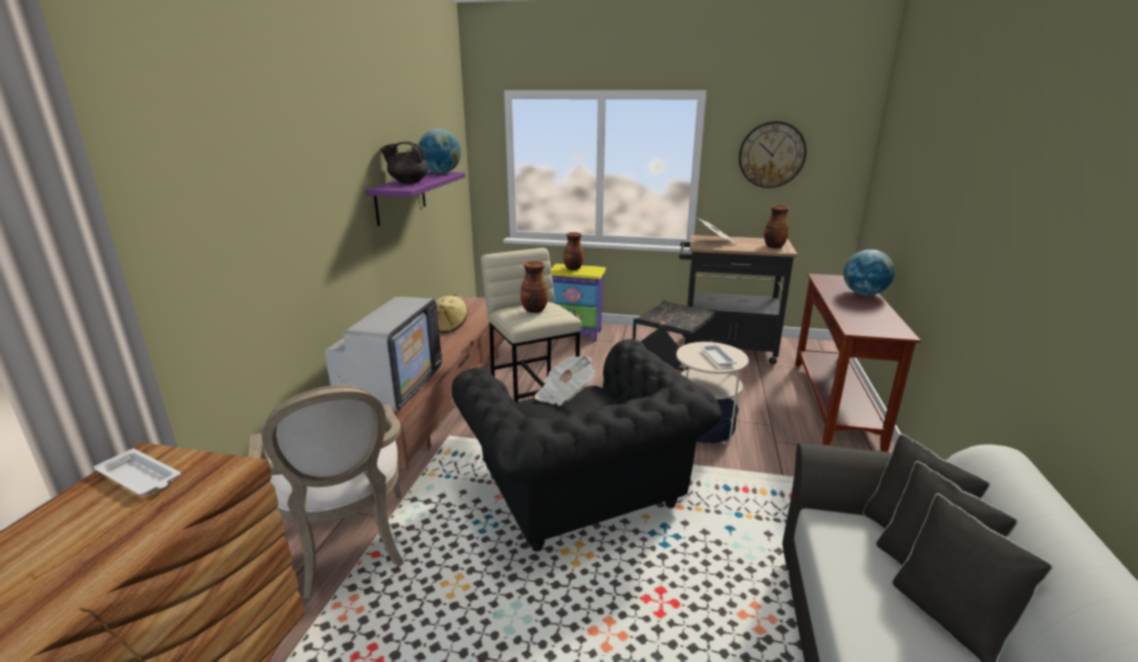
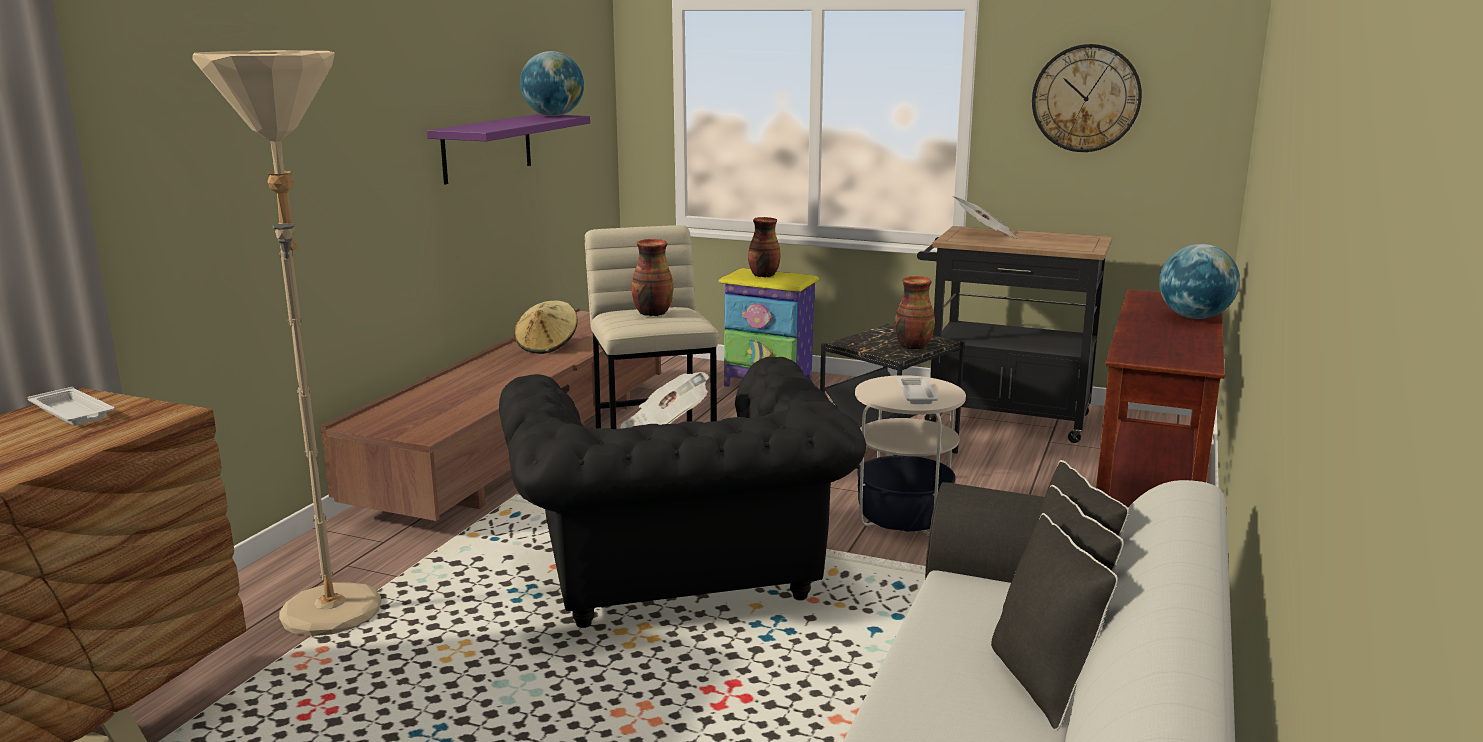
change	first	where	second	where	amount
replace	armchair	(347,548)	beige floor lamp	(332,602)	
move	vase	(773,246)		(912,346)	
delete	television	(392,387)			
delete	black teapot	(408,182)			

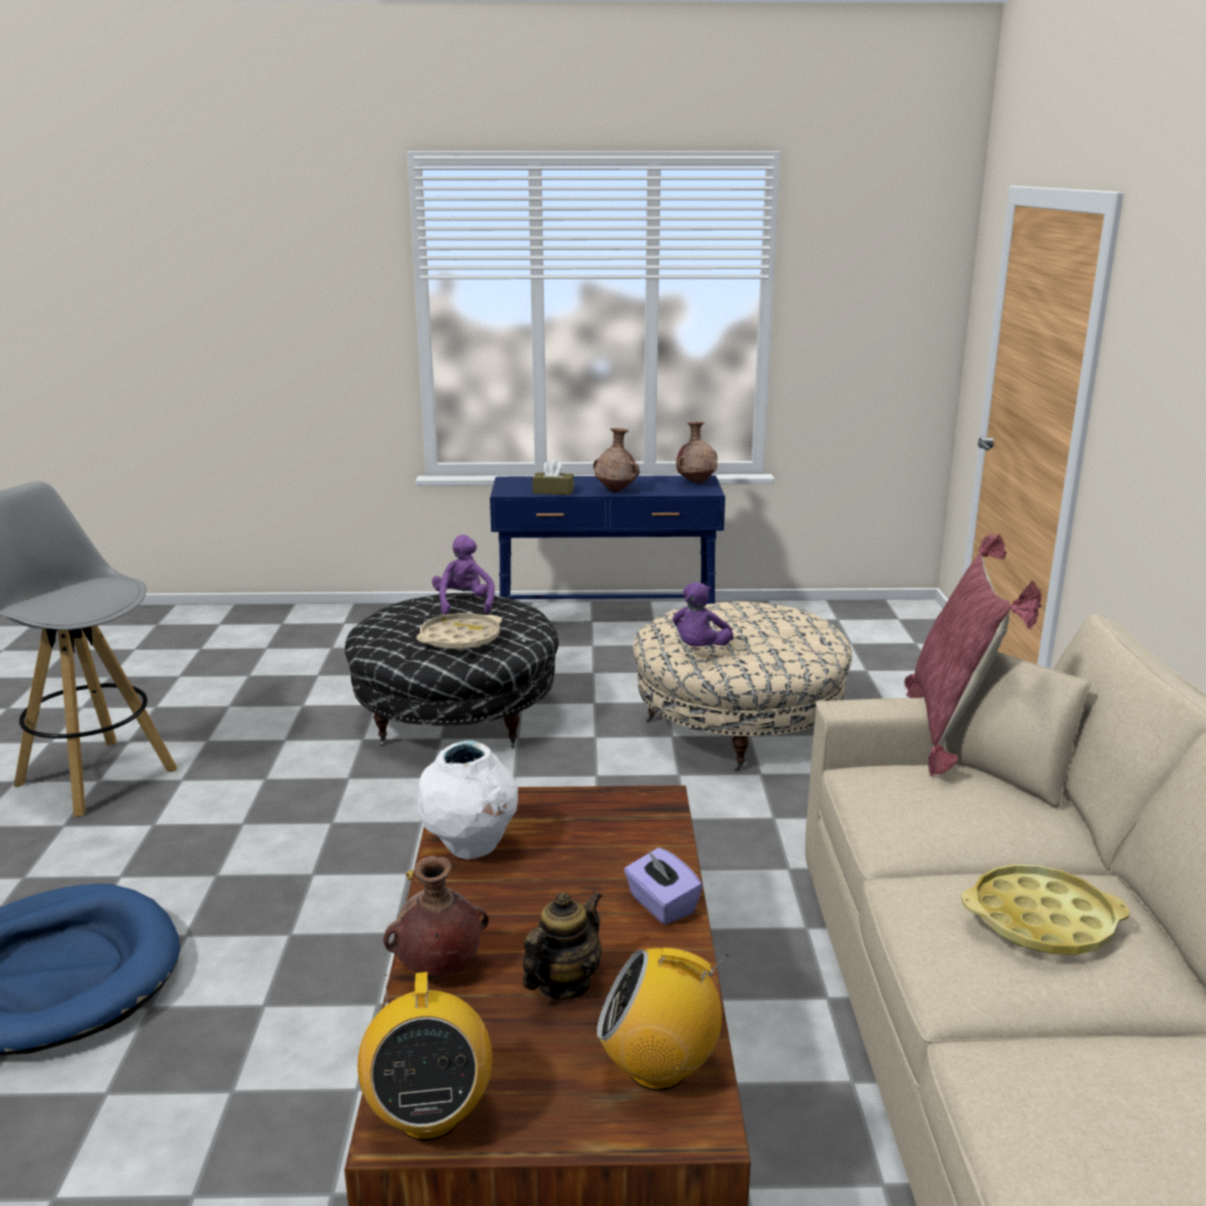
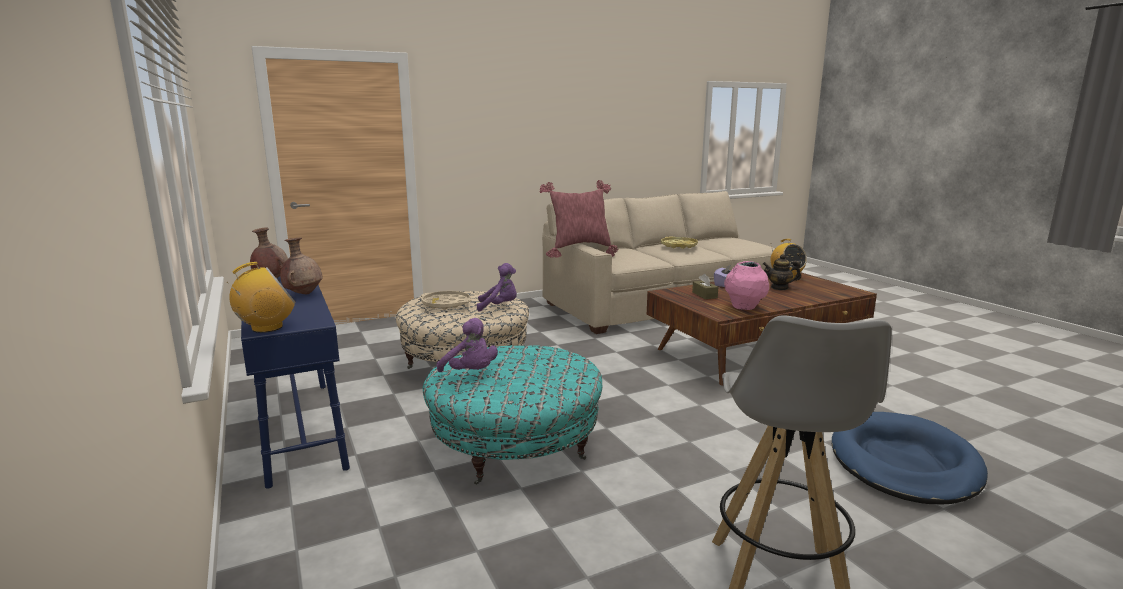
change	first	where	second	where	amount
move	radio	(429,1115)		(266,328)	
move	beige tray	(460,639)		(446,304)	
recolor	black ottoman	(456,716)	turquoise ottoman	(515,445)	
rotate	purple plush toy	(464,604)		(471,373)	105 degrees counterclockwise
move	brown tissue box	(553,491)		(704,295)	
recolor	white vase	(471,848)	pink vase	(744,308)	
delete	brown vase	(438,968)			

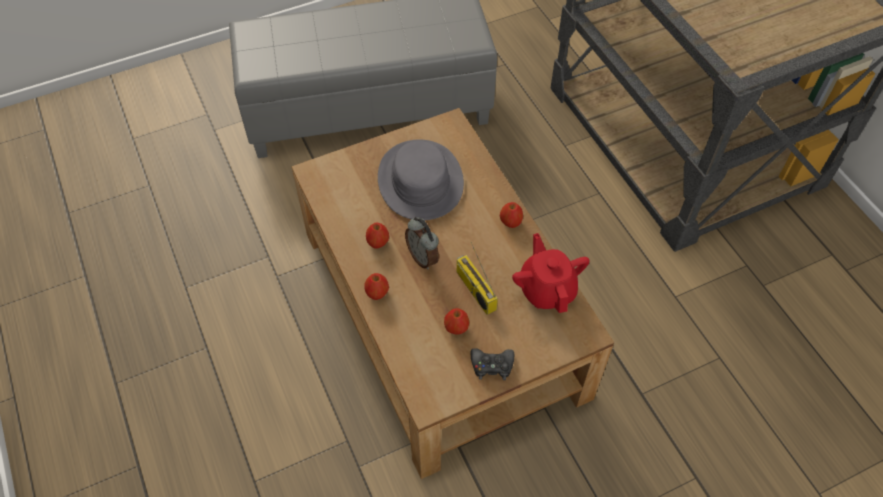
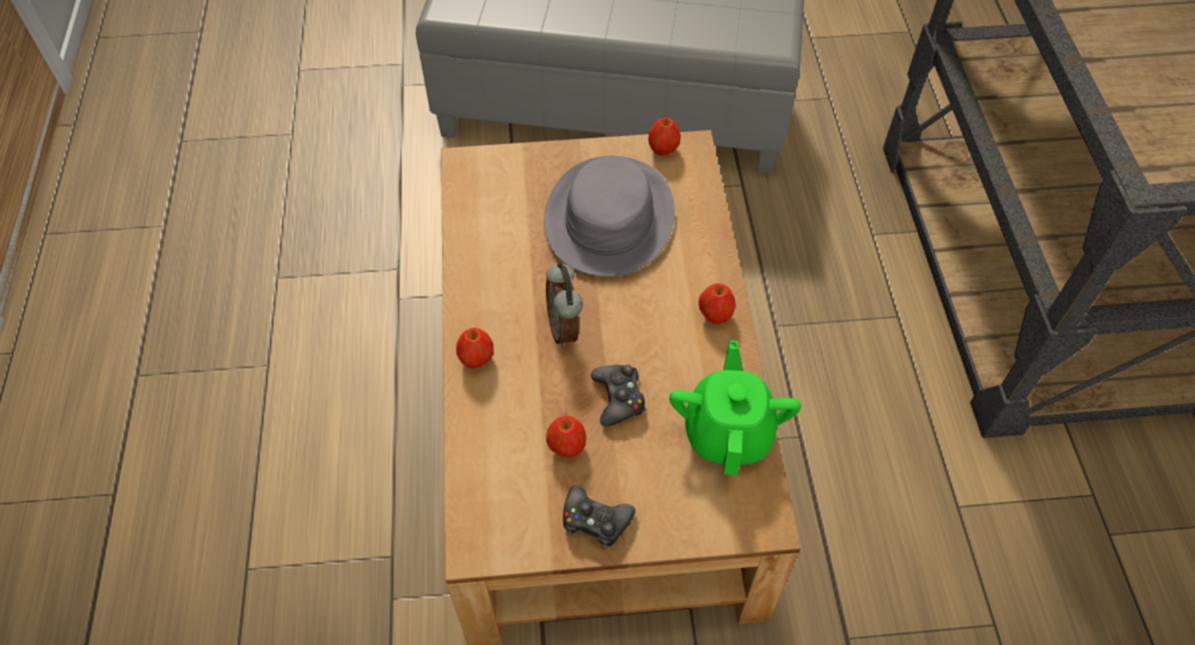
change	first	where	second	where	amount
replace	radio	(474,290)	black game controller	(618,398)	
move	apple	(378,243)		(663,150)	
recolor	red teapot	(547,289)	green teapot	(728,432)	

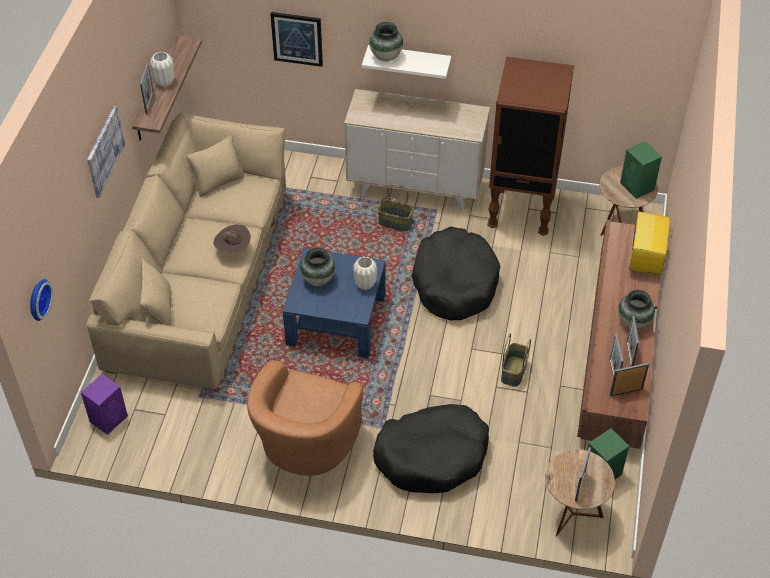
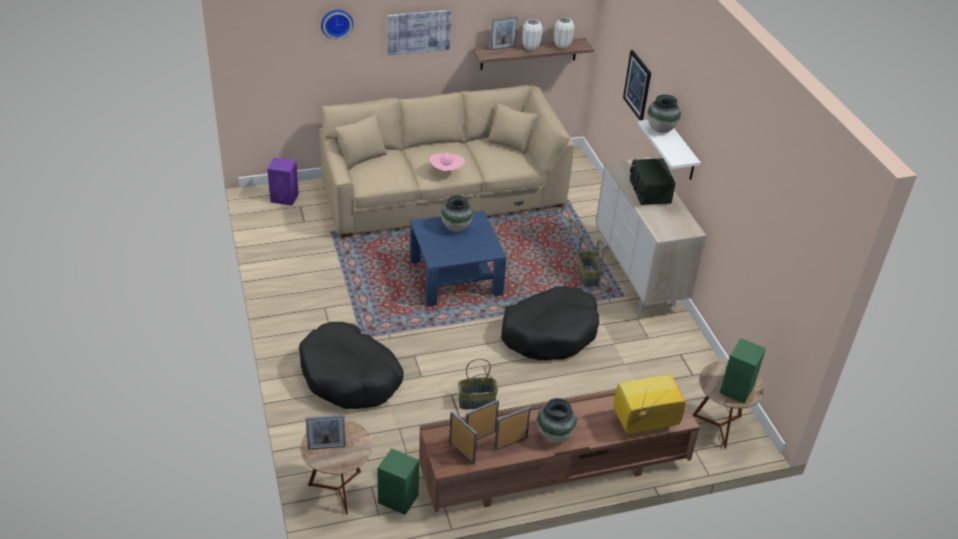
change	first	where	second	where	amount
move	wall clock	(37,299)		(336,23)	
recolor	brown hat	(233,249)	pink hat	(446,172)	
move	white vase	(365,284)		(562,45)	
insert			radio	(649,191)	
delete	brown armchair	(306,445)			
delete	brown cabinet	(521,211)			

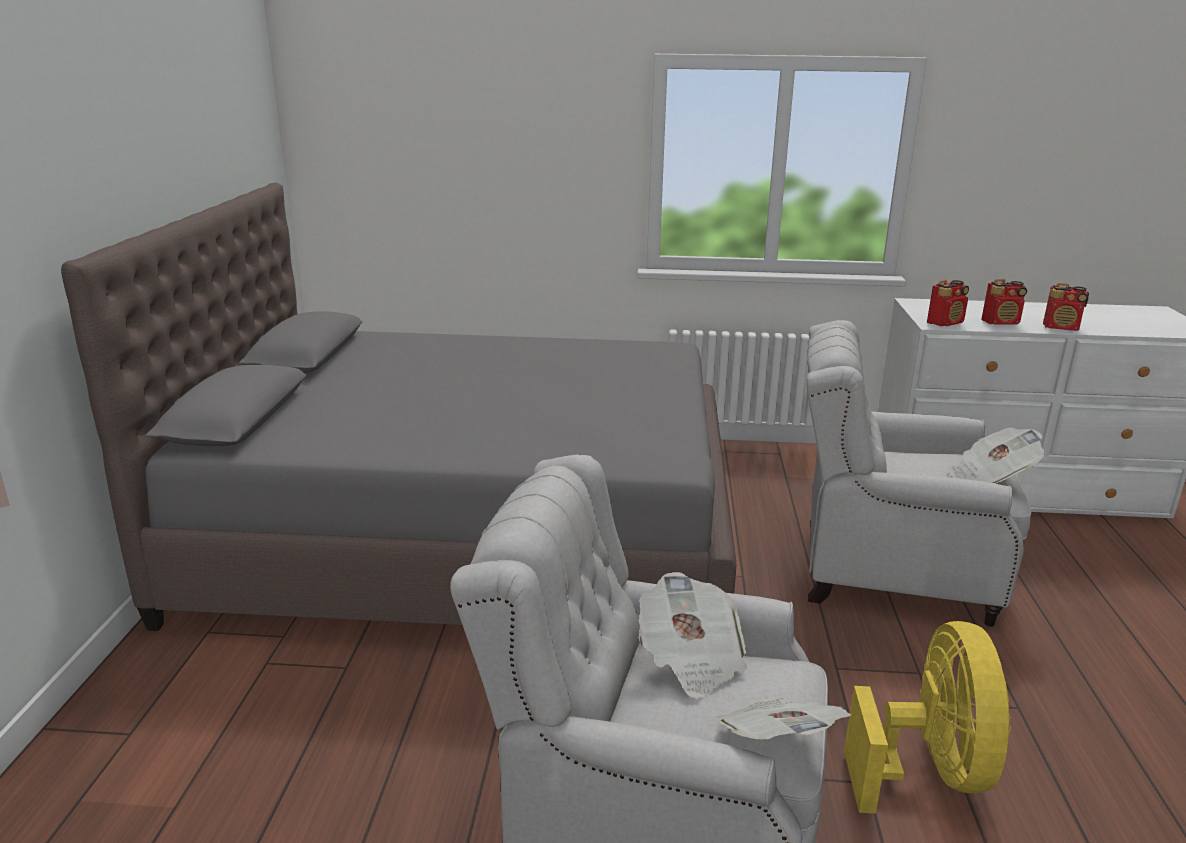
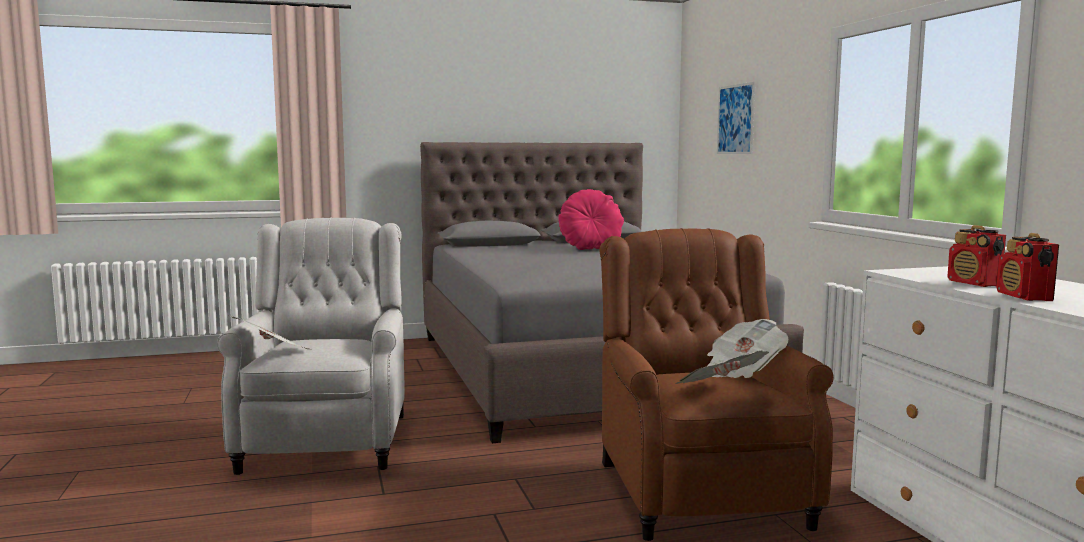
change	first	where	second	where	amount
insert			pink pillow	(590,249)	
recolor	white armchair	(890,570)	brown armchair	(699,492)	
move	newspaper	(690,659)		(741,371)	
insert			picture	(735,119)	
delete	yellow fan	(928,770)			
delete	radio	(945,323)			

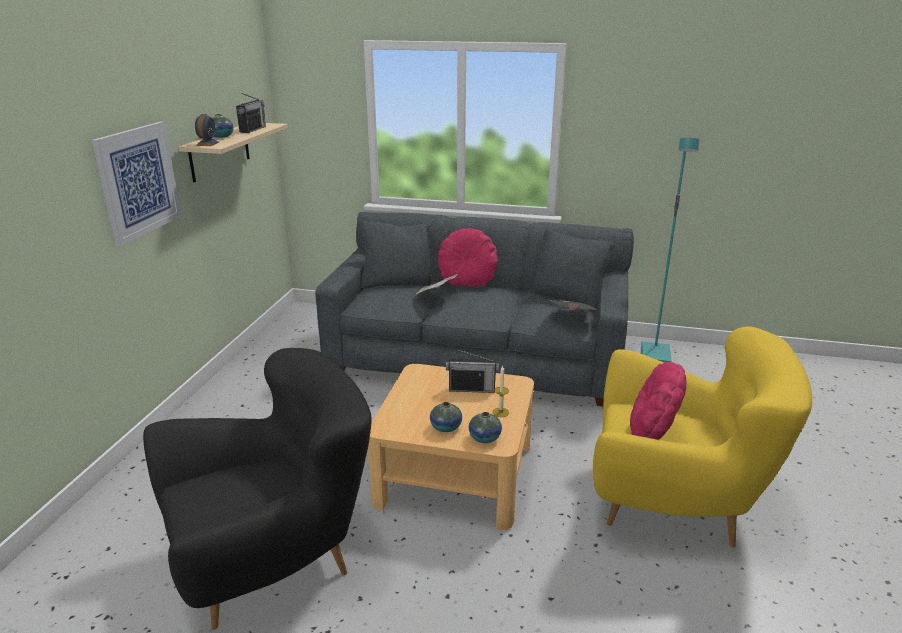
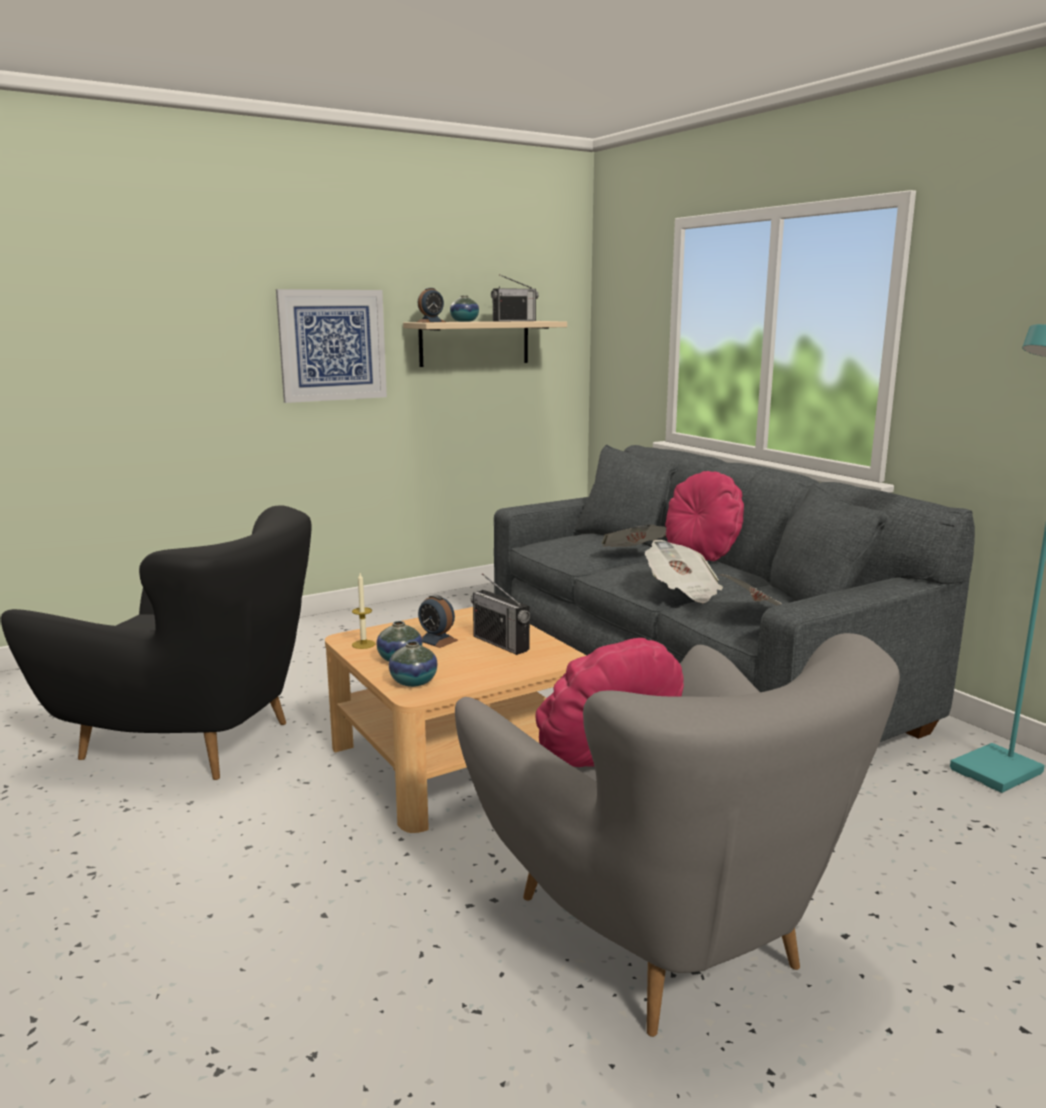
change	first	where	second	where	amount
move	candle	(500,412)		(363,644)	
insert			alarm clock	(437,640)	
recolor	yellow armchair	(674,504)	grey armchair	(661,934)	
insert			newspaper	(683,591)	

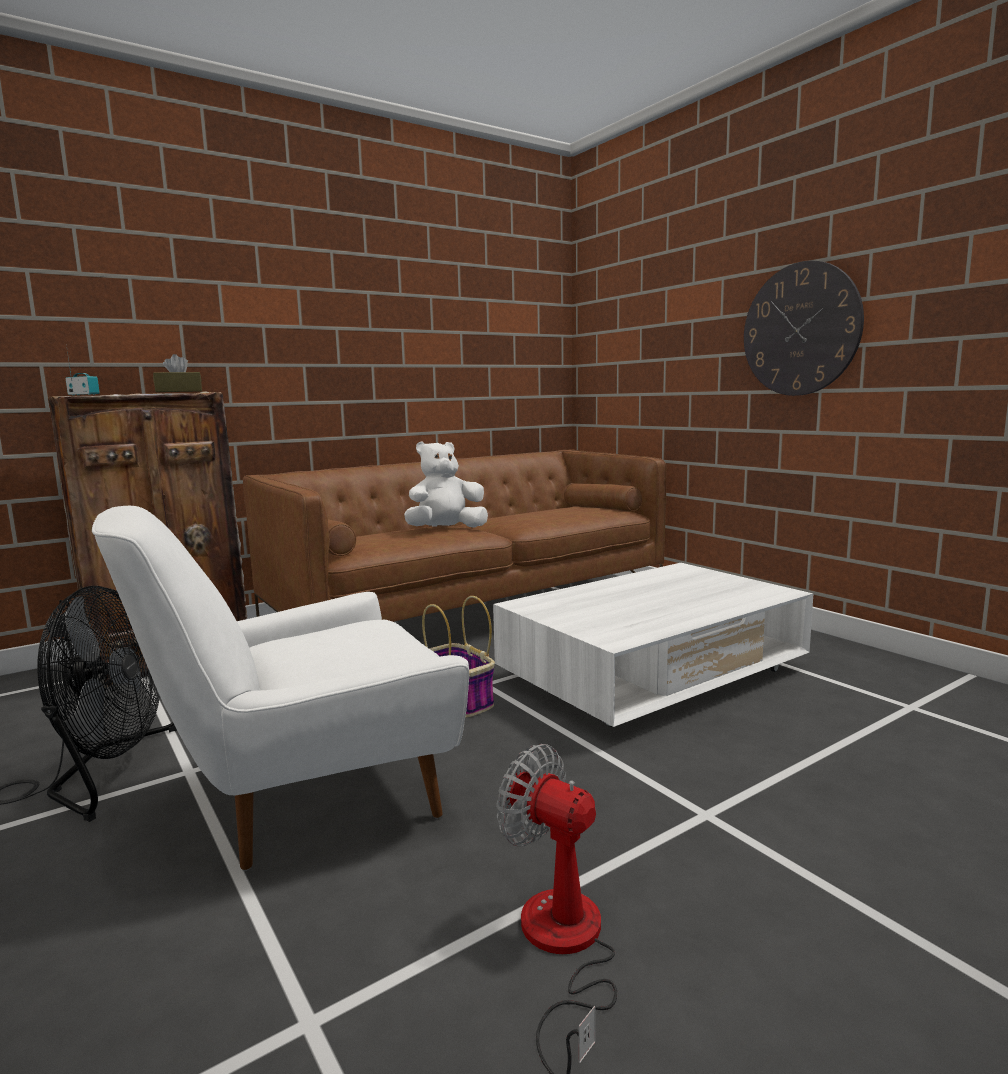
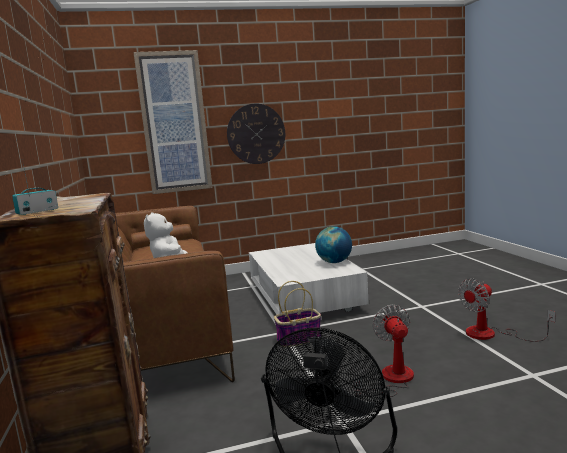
change	first	where	second	where	amount
insert			picture	(174,123)	
insert			globe	(334,262)	
replace	white armchair	(307,802)	fan	(391,380)	
delete	brown tissue box	(179,391)			

